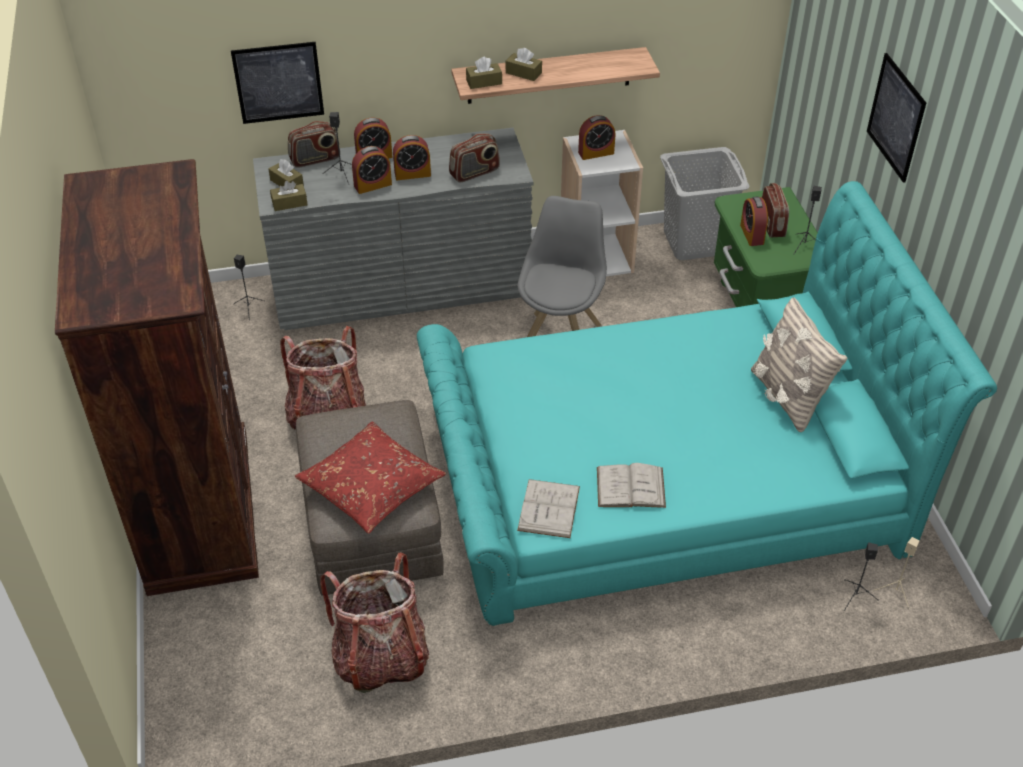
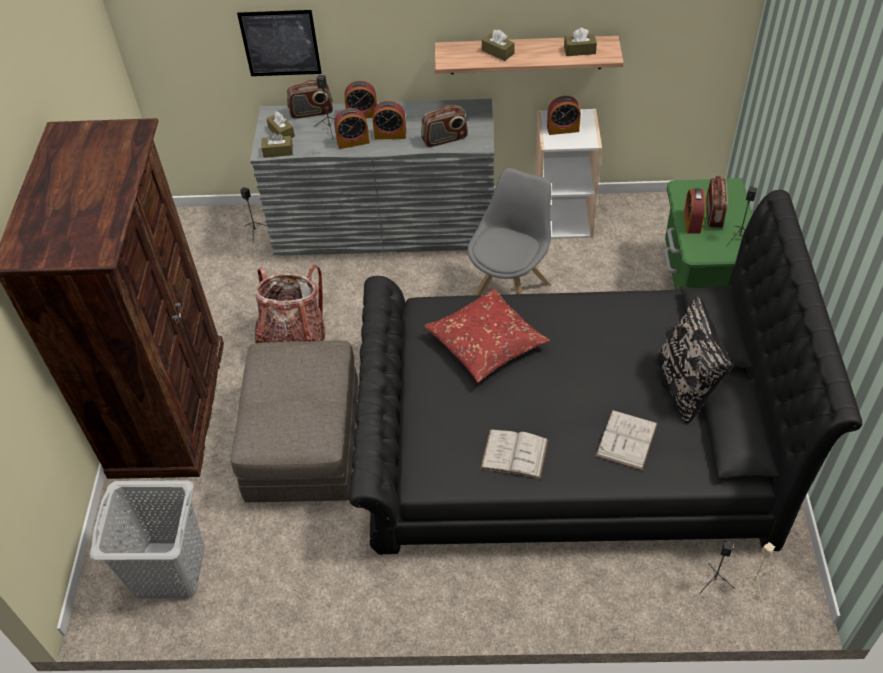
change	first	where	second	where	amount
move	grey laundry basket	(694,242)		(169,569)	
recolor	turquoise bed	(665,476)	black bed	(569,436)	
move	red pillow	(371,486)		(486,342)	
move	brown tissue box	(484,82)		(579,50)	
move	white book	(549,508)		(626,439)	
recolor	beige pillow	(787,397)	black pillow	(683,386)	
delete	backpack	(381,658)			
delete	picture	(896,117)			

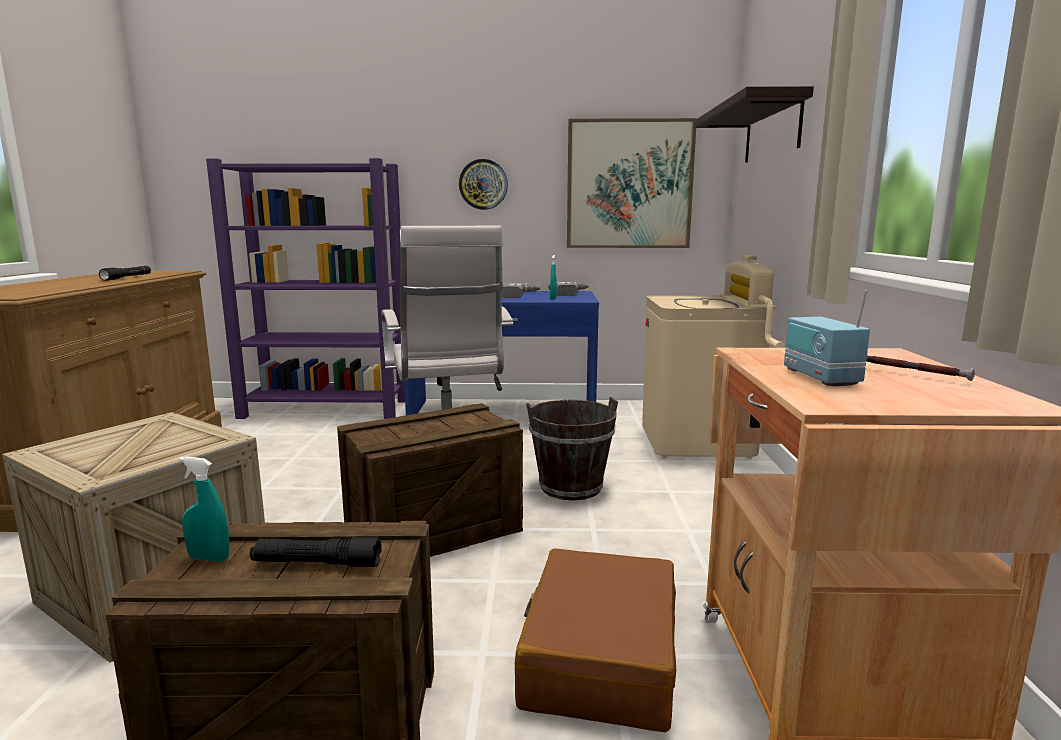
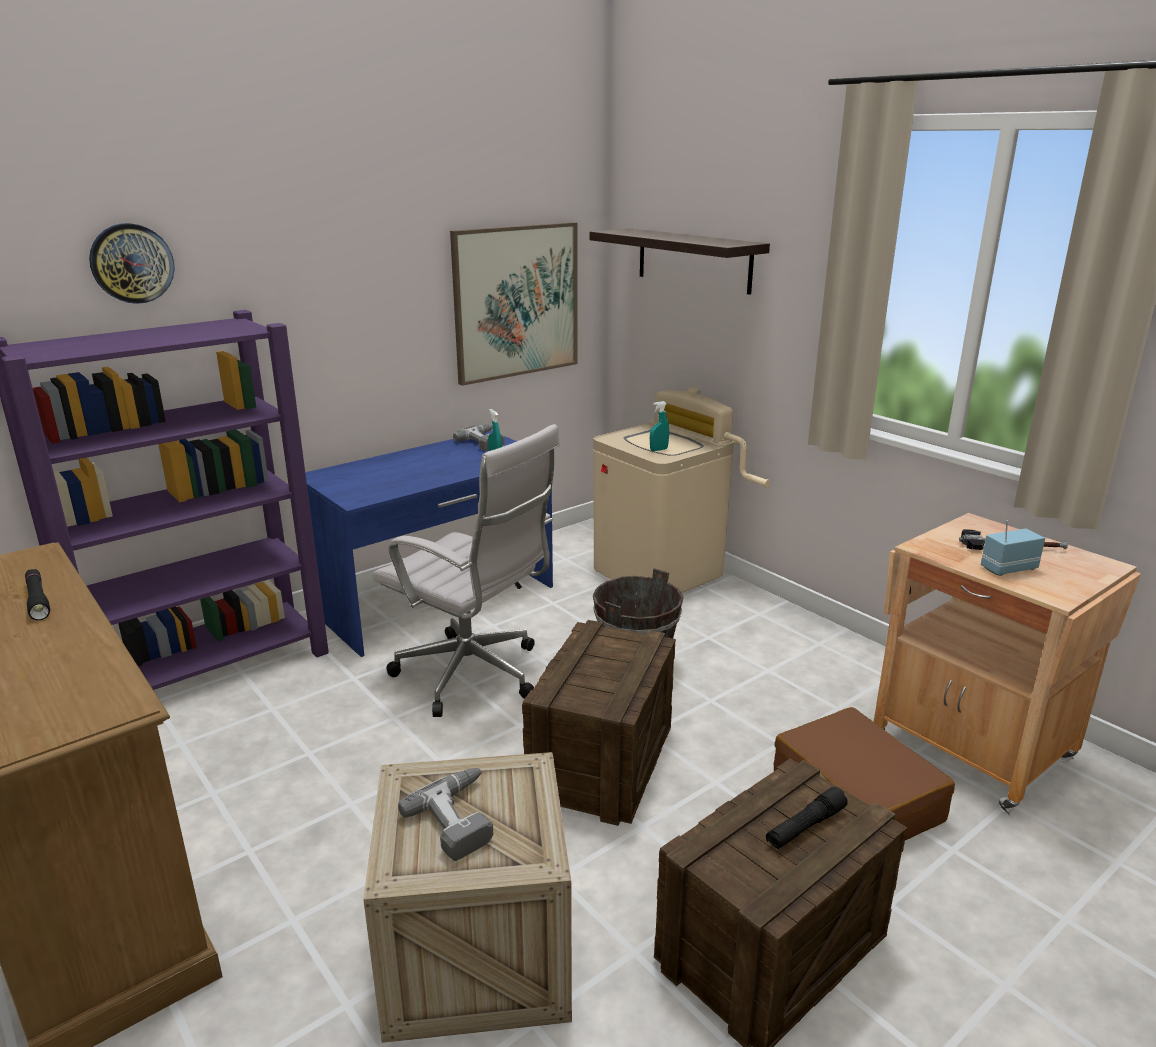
change	first	where	second	where	amount
move	wall clock	(483,184)		(132,263)	
move	power drill	(519,295)		(462,818)	
move	turquoise spray bottle	(209,558)		(658,450)	
rotate	radio	(820,377)		(1008,568)	120 degrees clockwise

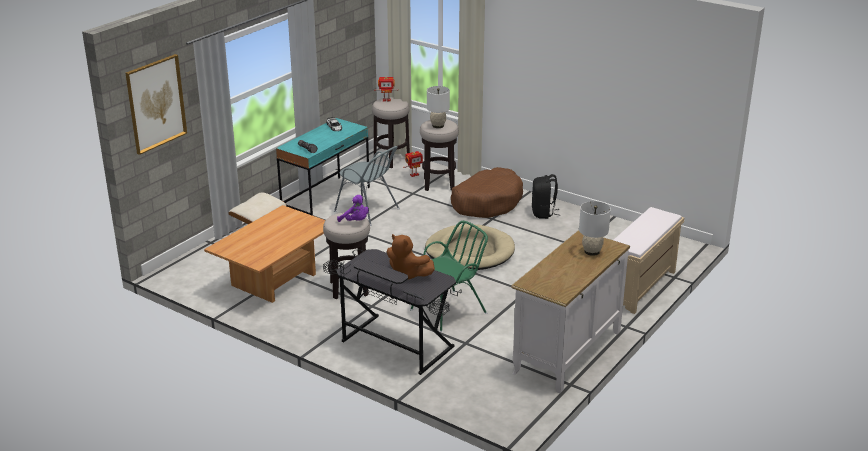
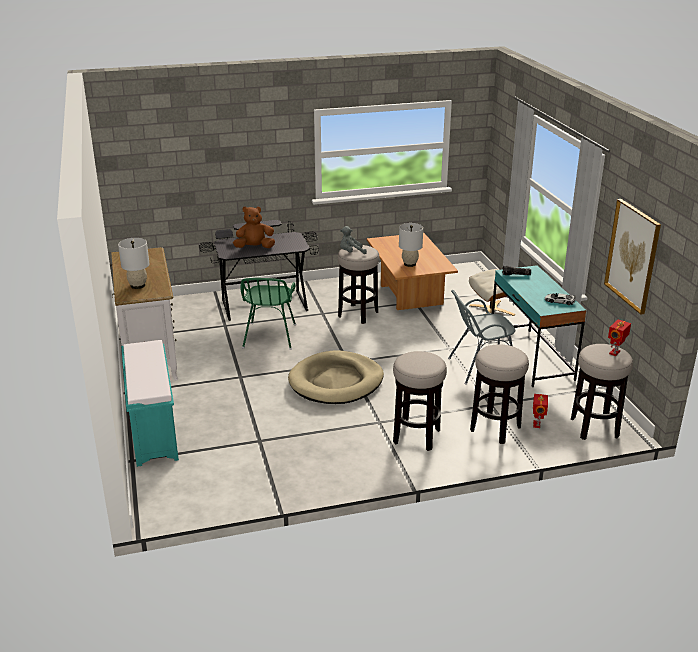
change	first	where	second	where	amount
recolor	beige bench	(639,287)	turquoise bench	(153,431)	
recolor	purple plush toy	(355,221)	grey plush toy	(351,252)	
replace	brown dog bed	(487,202)	stool	(416,436)	
move	white table lamp	(438,125)		(410,264)	
move	picture	(156,103)		(632,255)	
delete	black backpack	(543,213)			

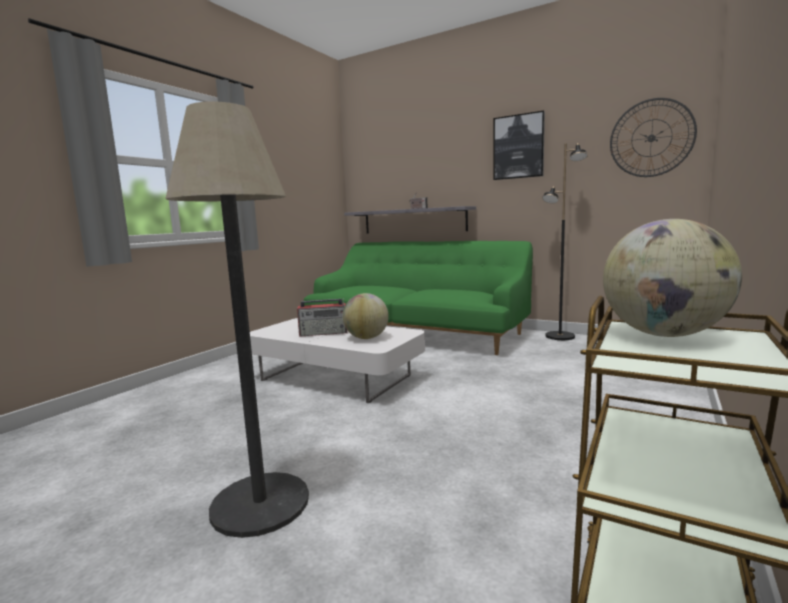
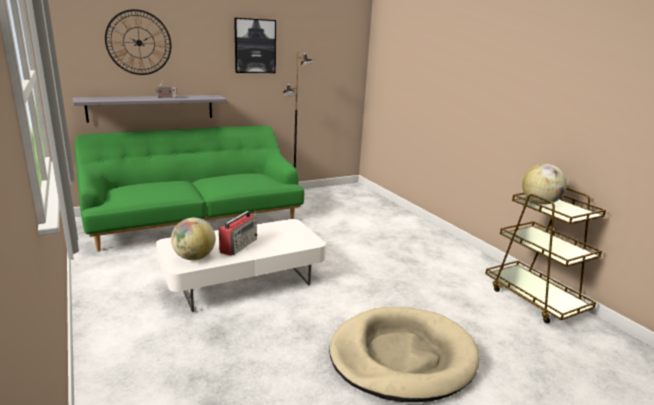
change	first	where	second	where	amount
move	wall clock	(651,138)		(139,42)	
move	globe	(366,338)		(194,257)	
replace	floor lamp	(260,503)	beige dog bed	(402,357)	

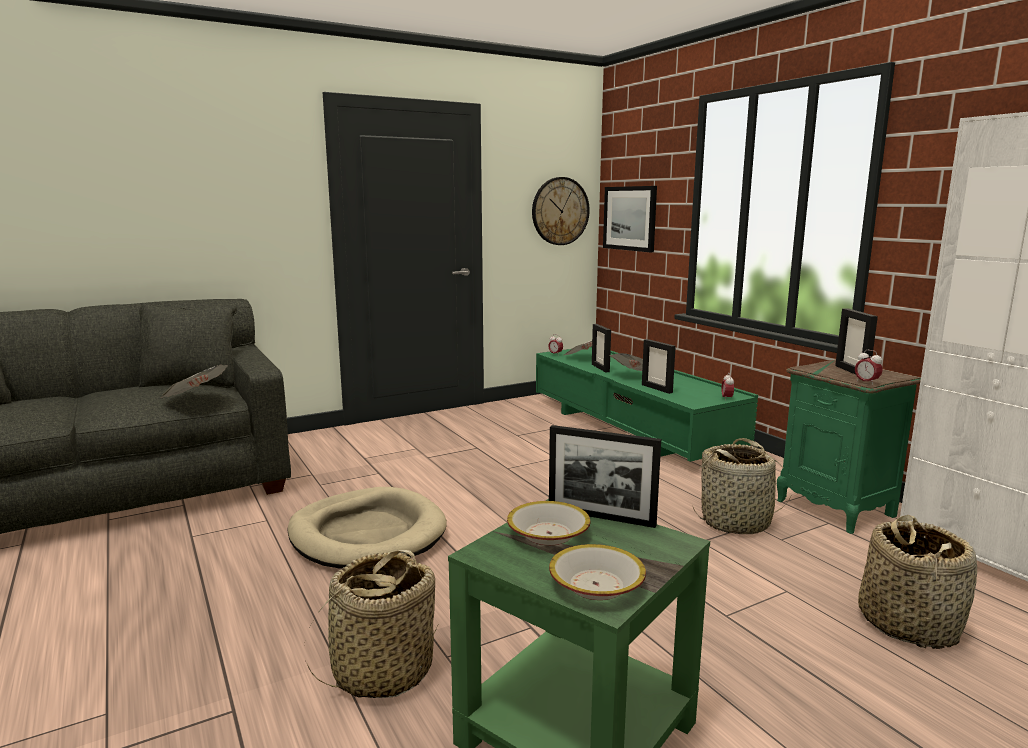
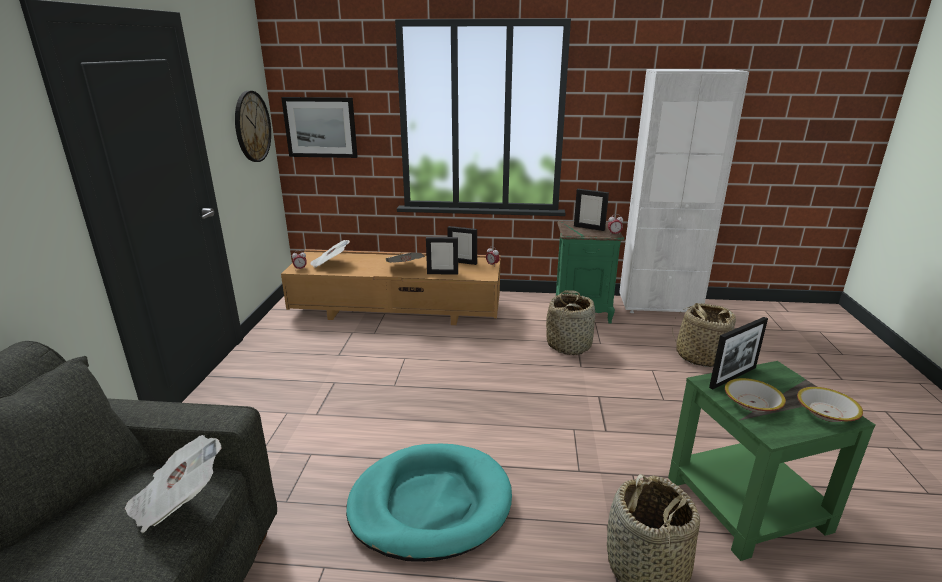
change	first	where	second	where	amount
recolor	green tv stand	(632,428)	brown tv stand	(398,309)	
recolor	beige dog bed	(367,534)	turquoise dog bed	(430,504)	
move	picture frame	(601,368)		(462,262)	

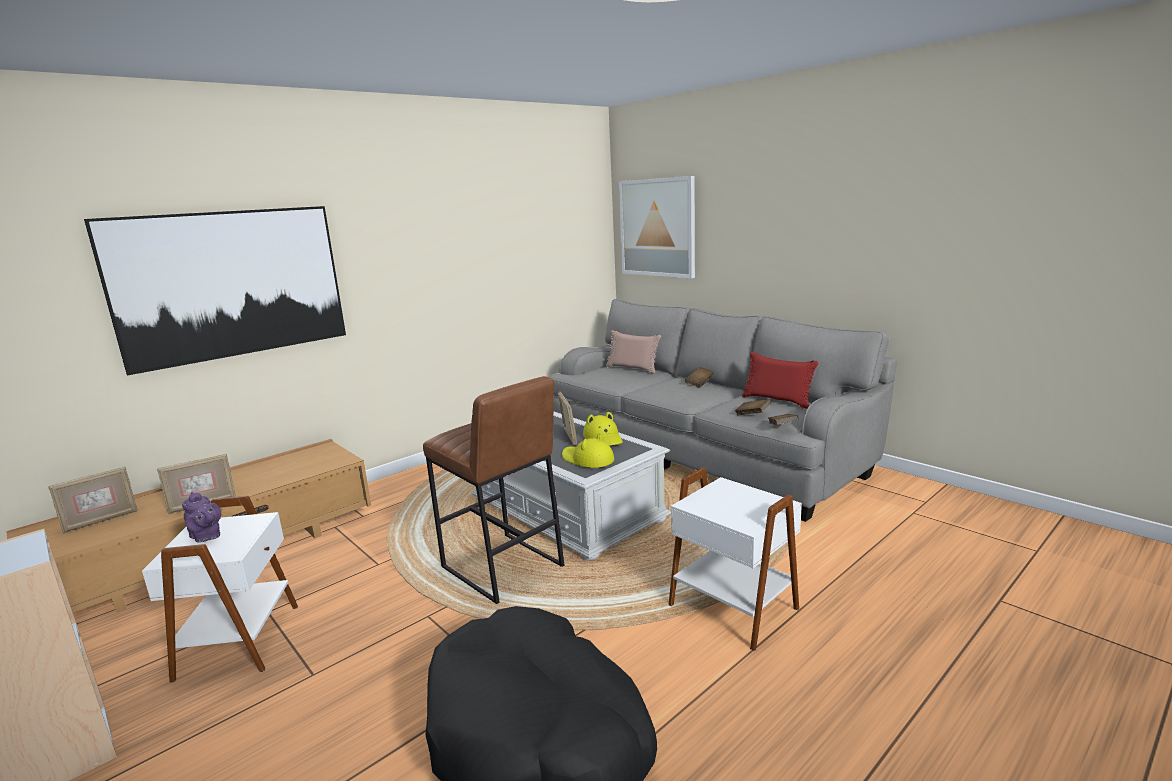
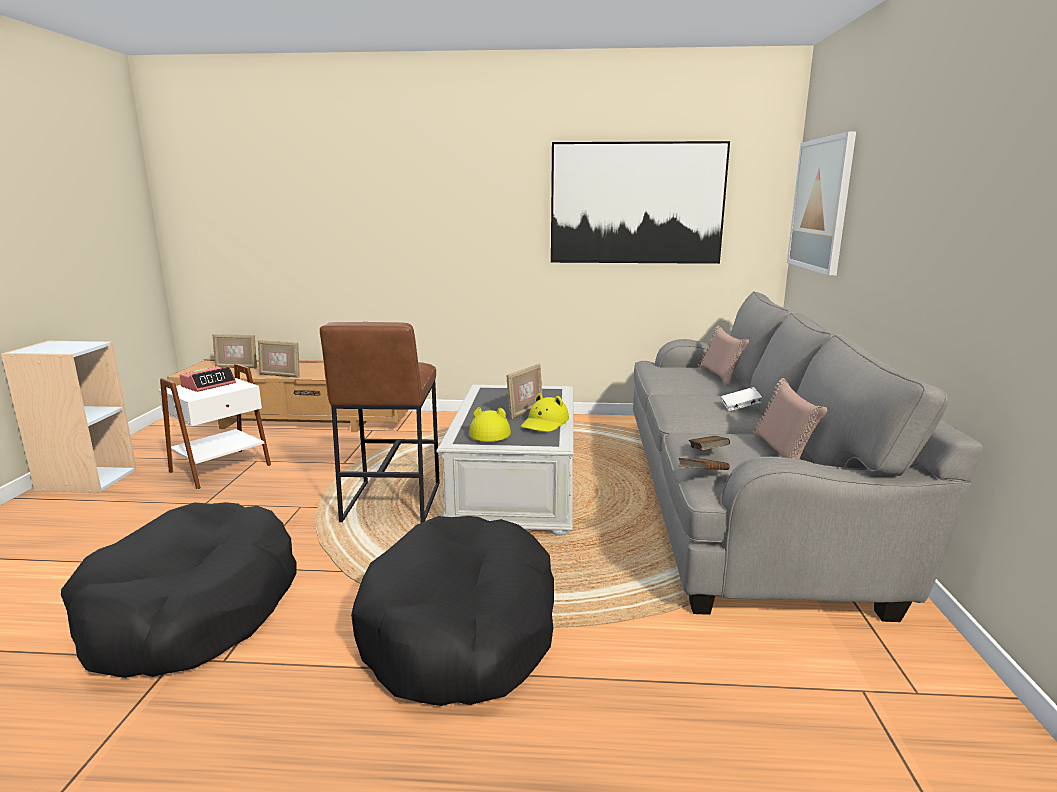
change	first	where	second	where	amount
replace	purple teapot	(206,537)	alarm clock	(209,385)	
replace	white side table	(734,605)	black dog bed	(461,630)	
move	picture	(231,284)		(637,203)	
recolor	brown book	(699,383)	white book	(740,407)	
recolor	red pillow	(777,401)	beige pillow	(783,453)	

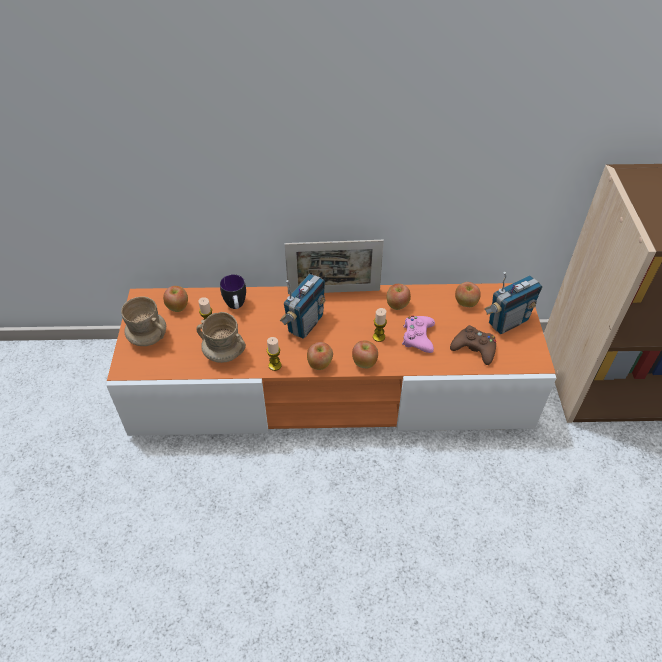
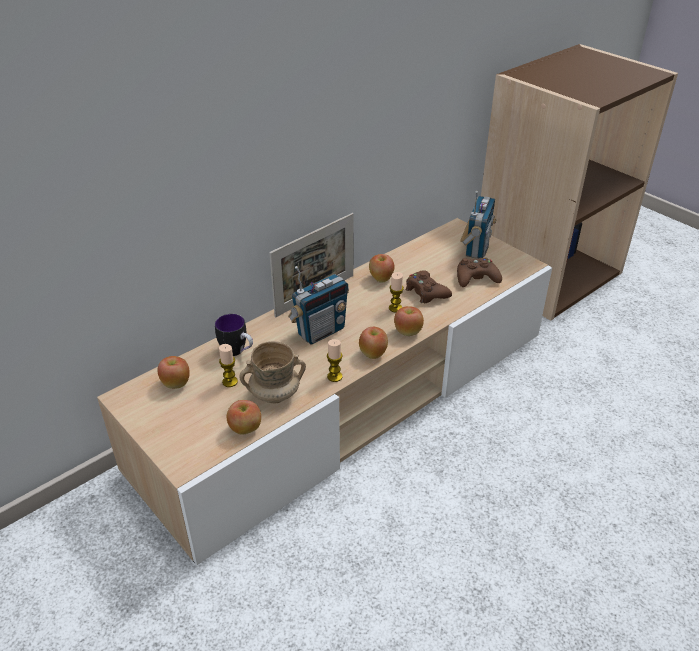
change	first	where	second	where	amount
recolor	orange tv stand	(331,386)	beige tv stand	(349,400)	
move	apple	(465,303)		(245,429)	
rotate	radio	(305,324)		(320,331)	60 degrees clockwise
recolor	pink game controller	(418,337)	brown game controller	(426,292)	
delete	beige mug	(148,338)			

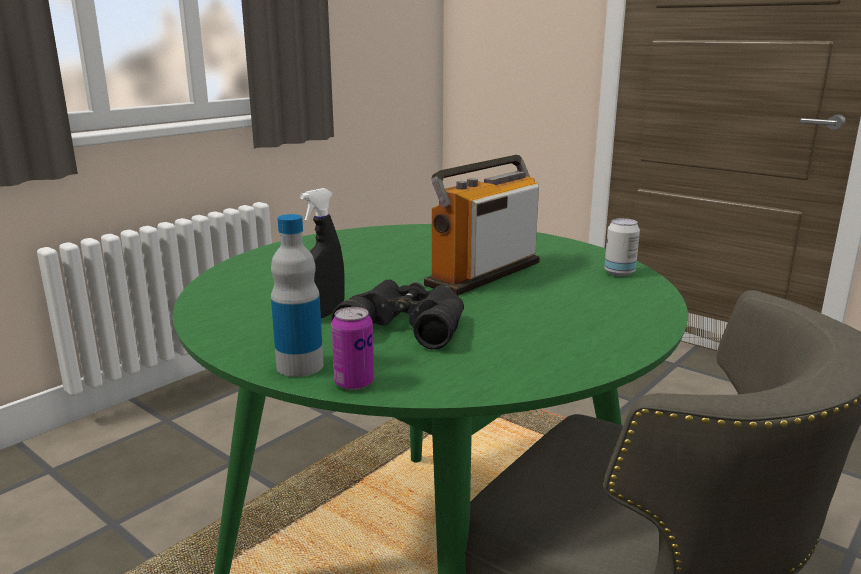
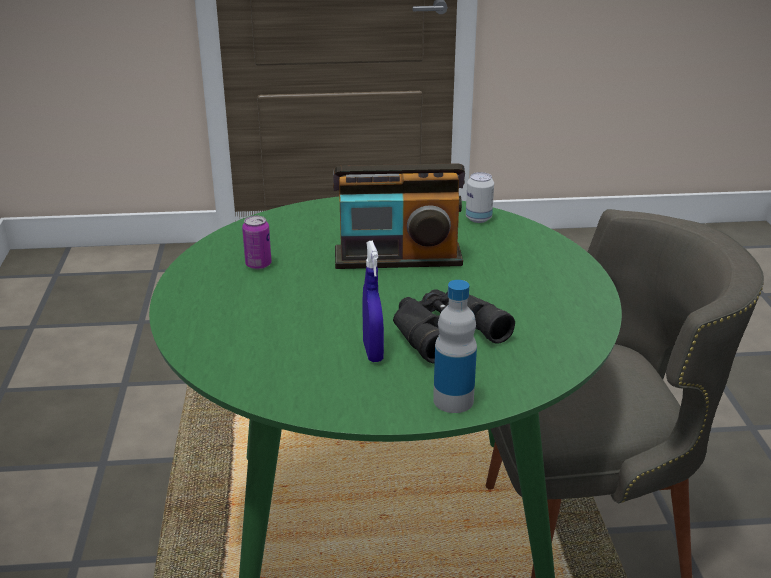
change	first	where	second	where	amount
move	can	(354,383)		(258,264)	
rotate	radio	(483,273)		(398,258)	90 degrees counterclockwise
recolor	black spray bottle	(324,314)	blue spray bottle	(373,352)	

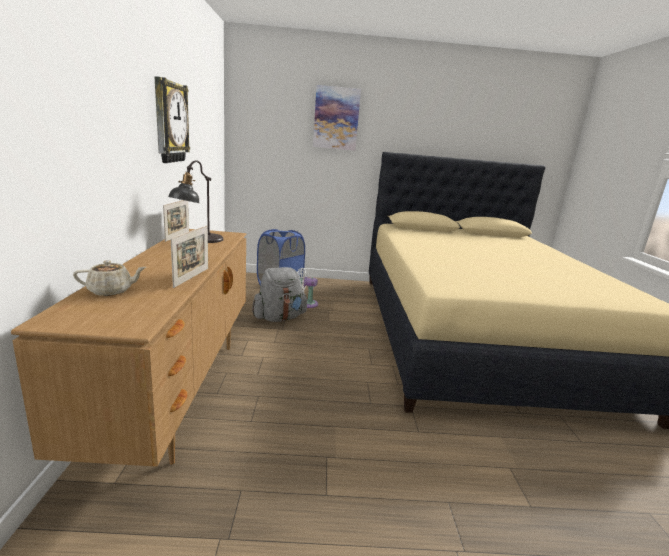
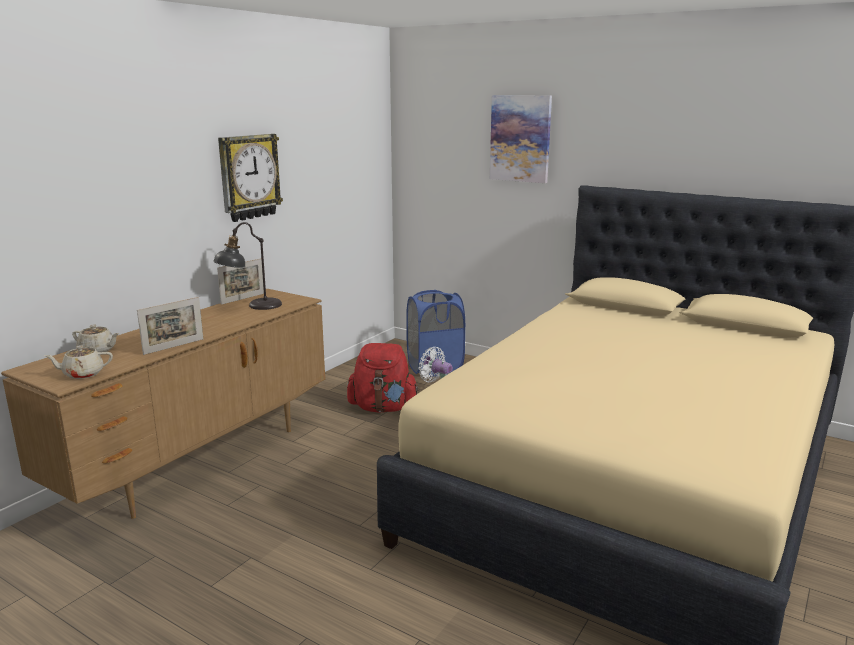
change	first	where	second	where	amount
insert			beige teapot	(82,374)	
recolor	grey backpack	(279,318)	red backpack	(383,408)	

